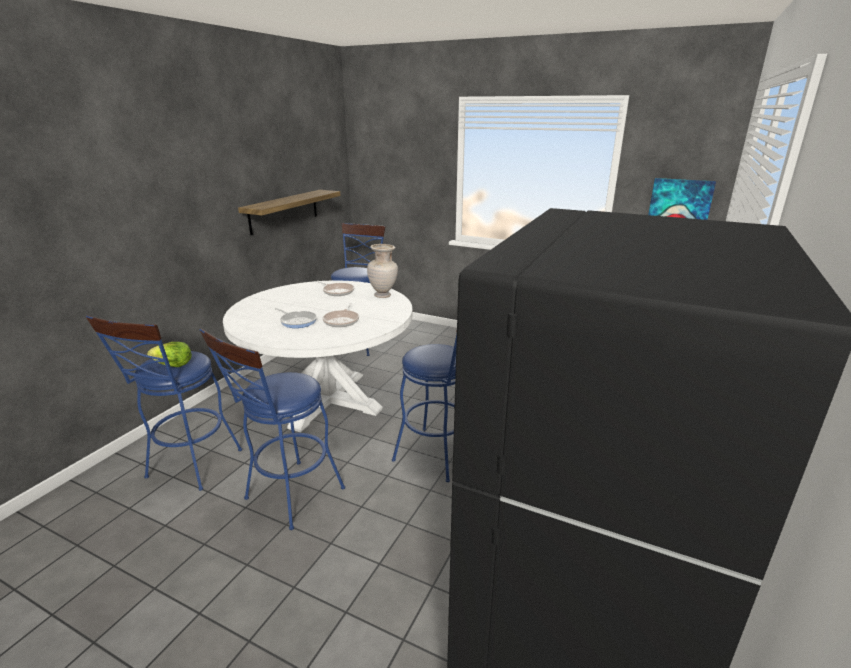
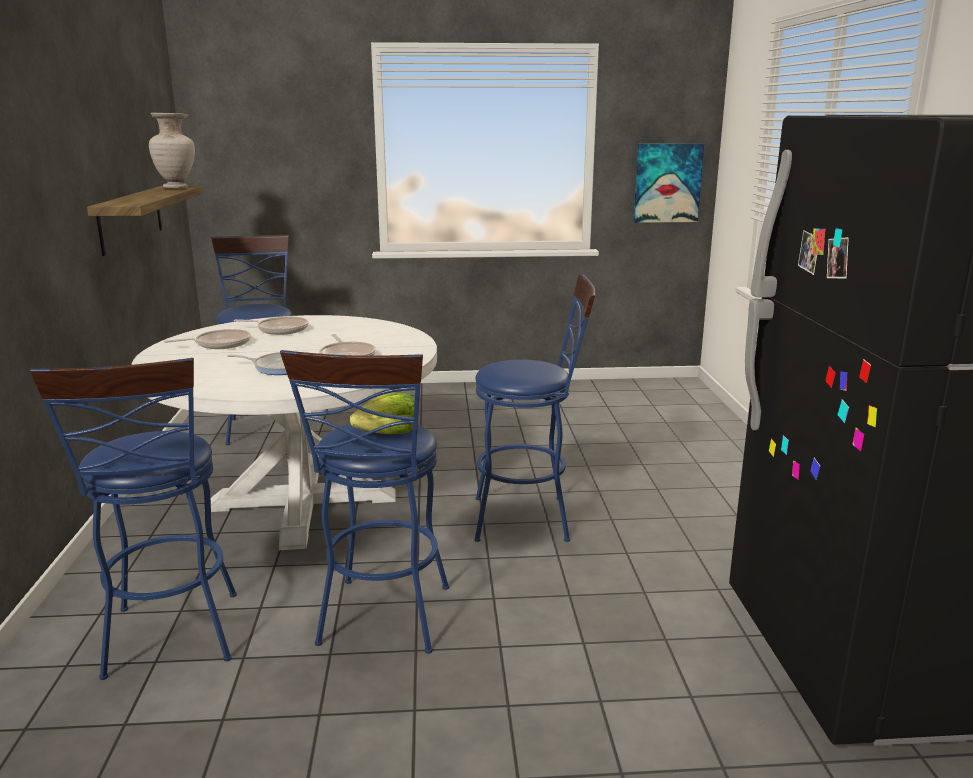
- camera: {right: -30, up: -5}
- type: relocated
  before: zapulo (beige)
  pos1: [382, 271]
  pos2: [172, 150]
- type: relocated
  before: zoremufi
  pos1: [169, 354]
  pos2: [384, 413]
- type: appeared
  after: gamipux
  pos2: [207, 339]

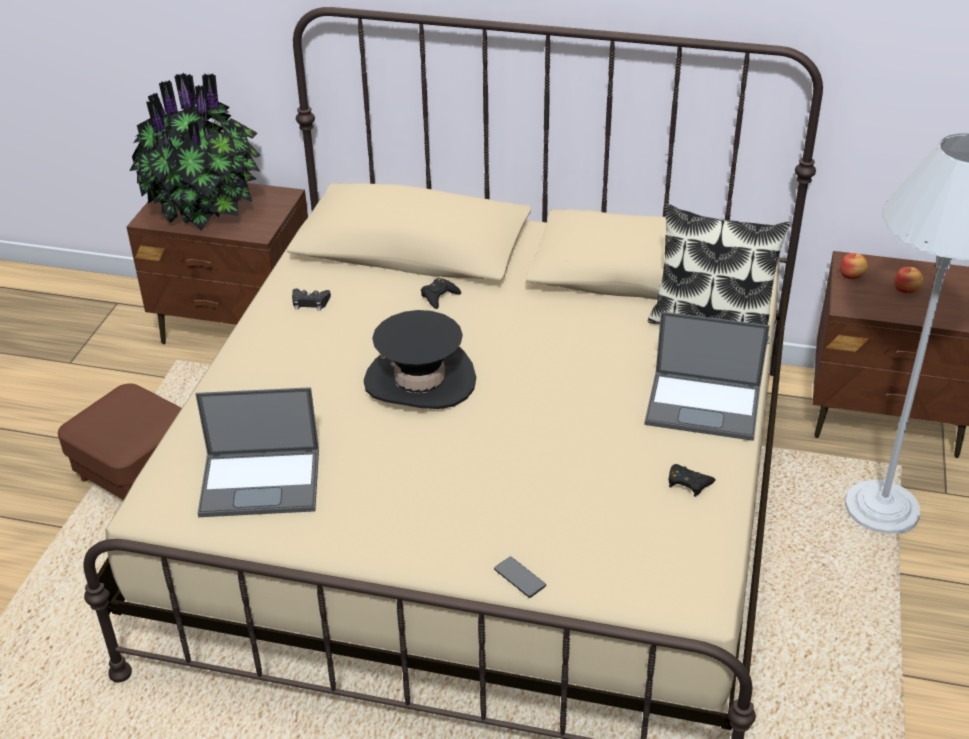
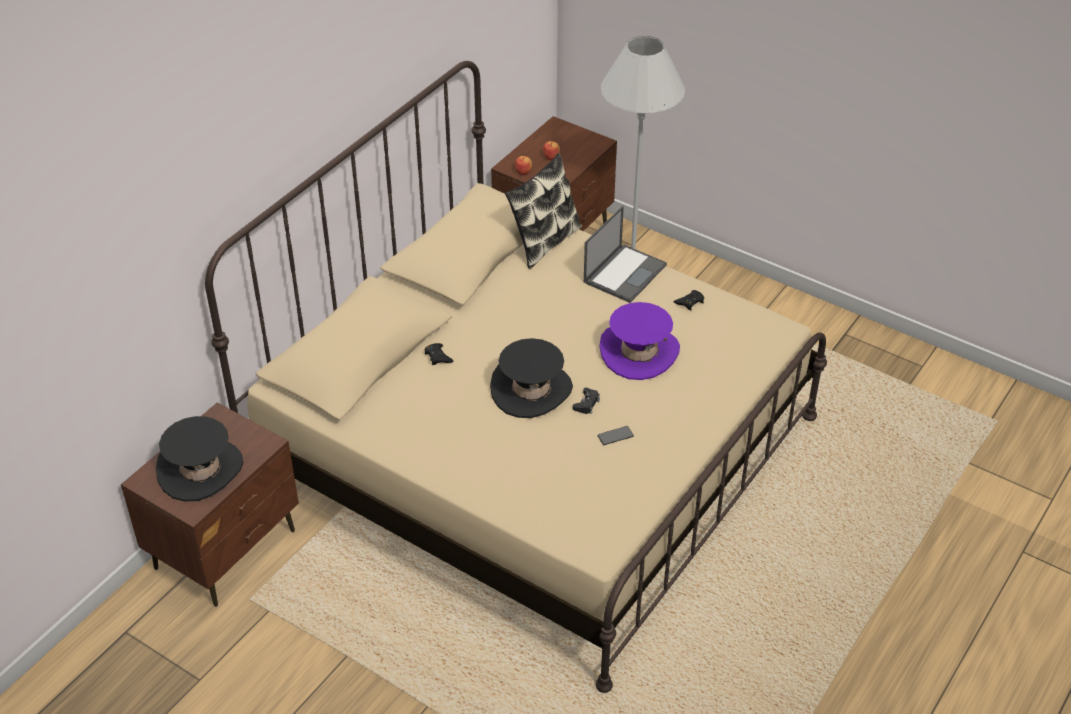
- camera: {right: -70, up: 5}
- type: exchanged
  before: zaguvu
  after: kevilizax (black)
  pos1: [195, 151]
  pos2: [200, 459]
- type: relocated
  before: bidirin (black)
  pos1: [311, 299]
  pos2: [586, 401]
- type: missing
  before: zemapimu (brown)
  pos1: [120, 441]
- type: missing
  before: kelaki
  pos1: [257, 452]
- type: relocated
  before: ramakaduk
  pos1: [520, 577]
  pos2: [616, 435]
- type: appeared
  after: kevilizax (purple)
  pos2: [639, 341]

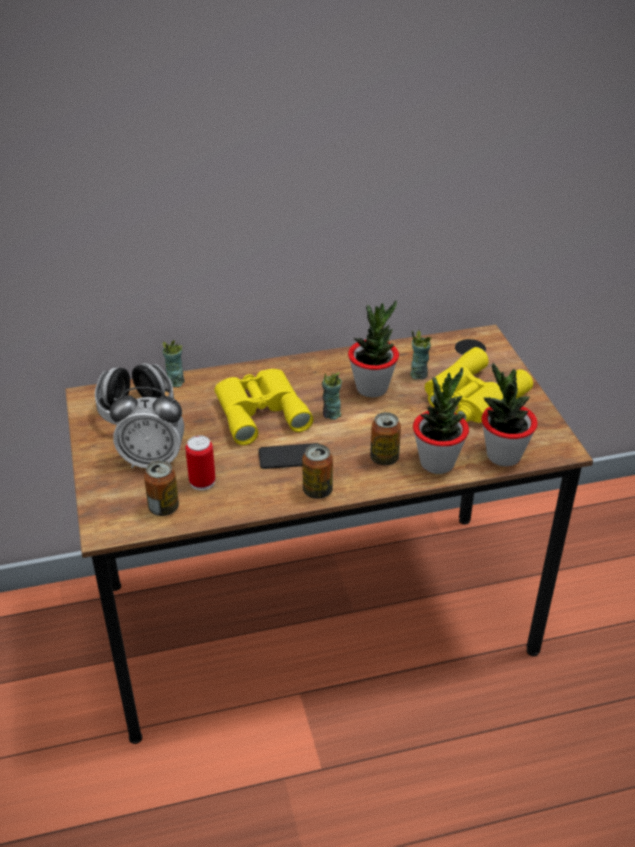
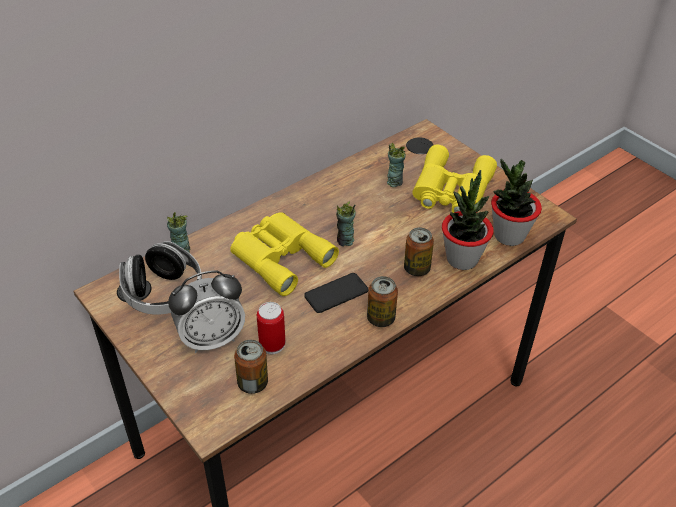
- camera: {right: -25, up: 5}
- type: missing
  before: zaguvu
  pos1: [373, 349]

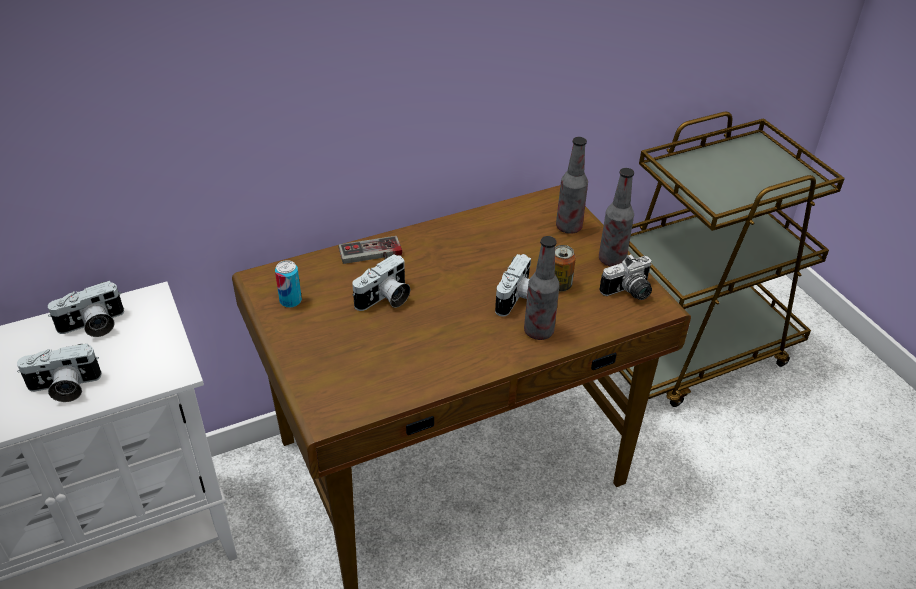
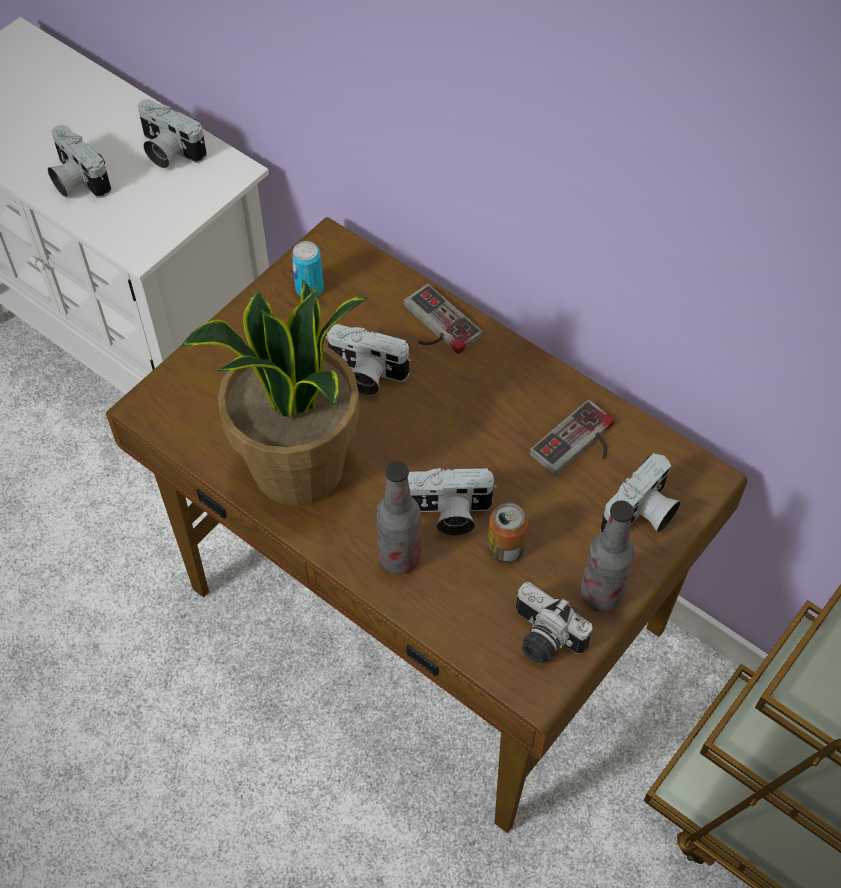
- camera: {right: 65, up: 15}
- type: exchanged
  before: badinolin
  after: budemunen
  pos1: [572, 185]
  pos2: [640, 493]
- type: appeared
  after: zaguvu
  pos2: [275, 393]
- type: appeared
  after: bidirin
  pos2: [571, 437]

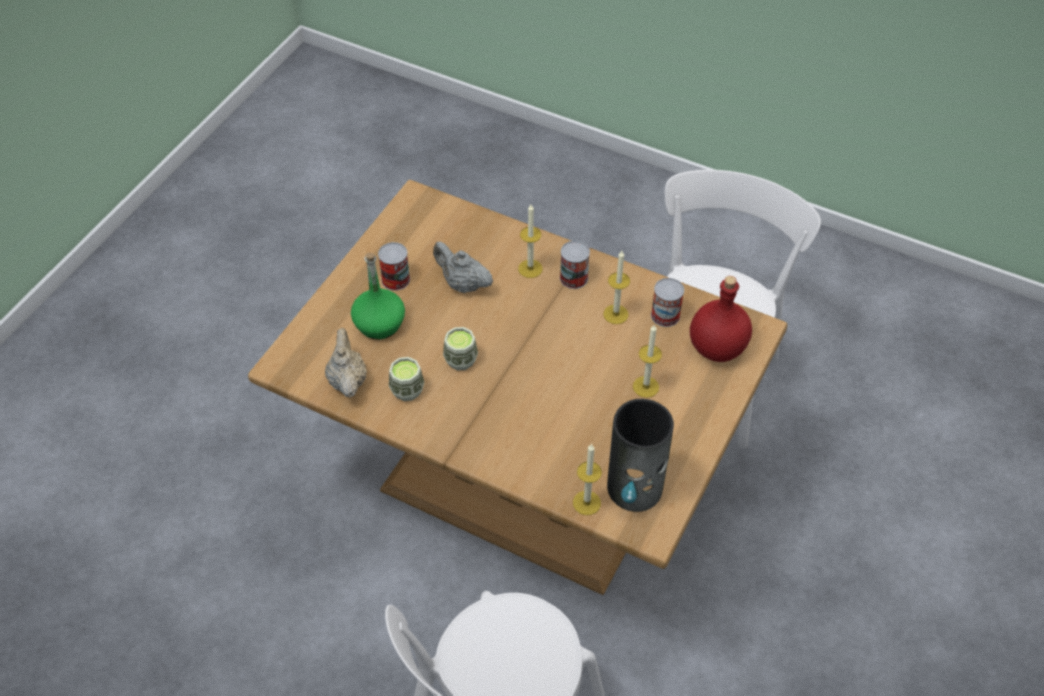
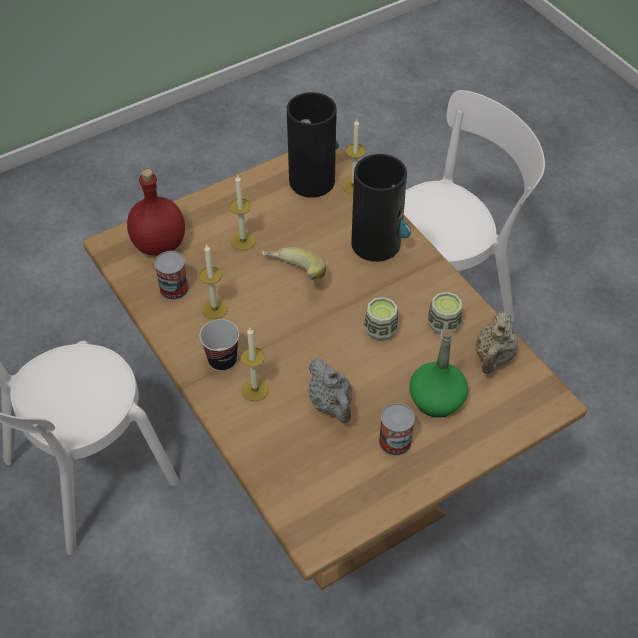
- camera: {right: -150, up: 0}
- type: exchanged
  before: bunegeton
  after: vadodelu
  pos1: [575, 265]
  pos2: [219, 345]
- type: appeared
  after: zapulo
  pos2: [381, 208]
- type: appeared
  after: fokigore
  pos2: [293, 263]

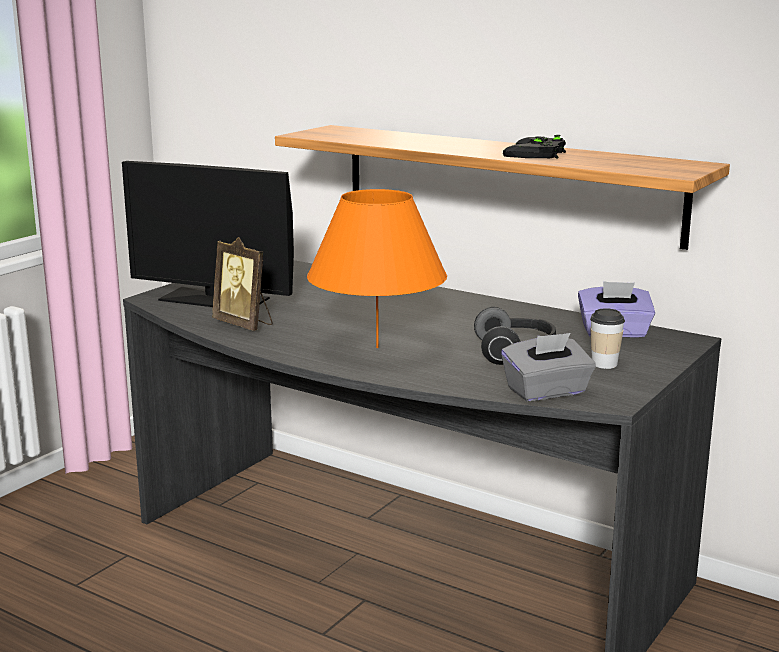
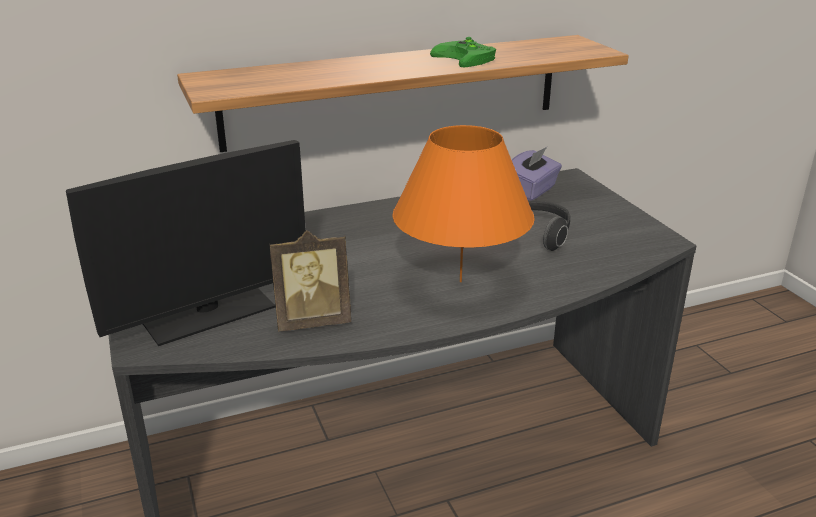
- camera: {right: -55, up: 10}
- type: colour
  before: bidirin (black)
  after: bidirin (green)
  pos1: [534, 147]
  pos2: [463, 52]
- type: missing
  before: vadodelu
  pos1: [607, 338]
- type: missing
  before: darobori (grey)
  pos1: [548, 367]

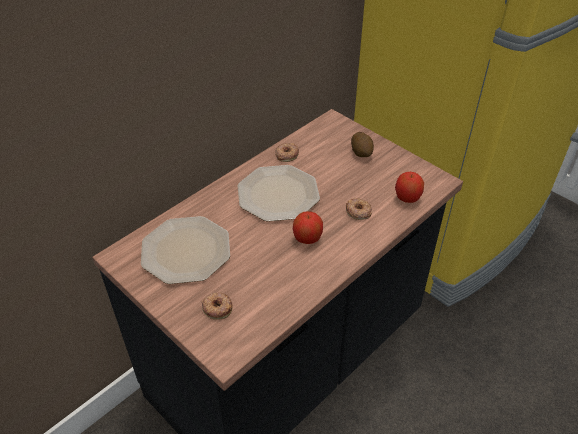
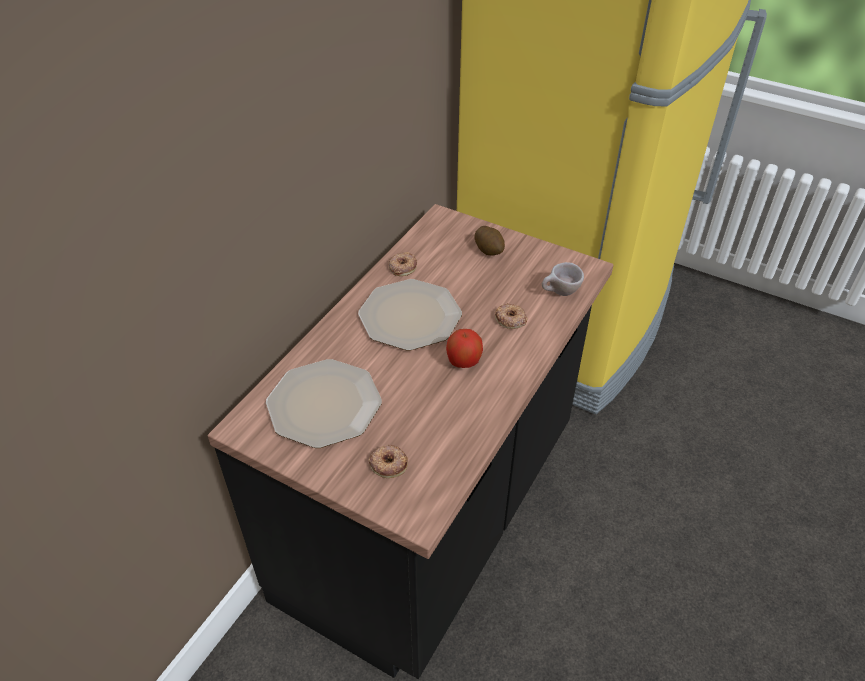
- camera: {right: -15, up: 0}
- type: exchanged
  before: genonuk
  after: vadodelu (beige)
  pos1: [409, 187]
  pos2: [563, 279]

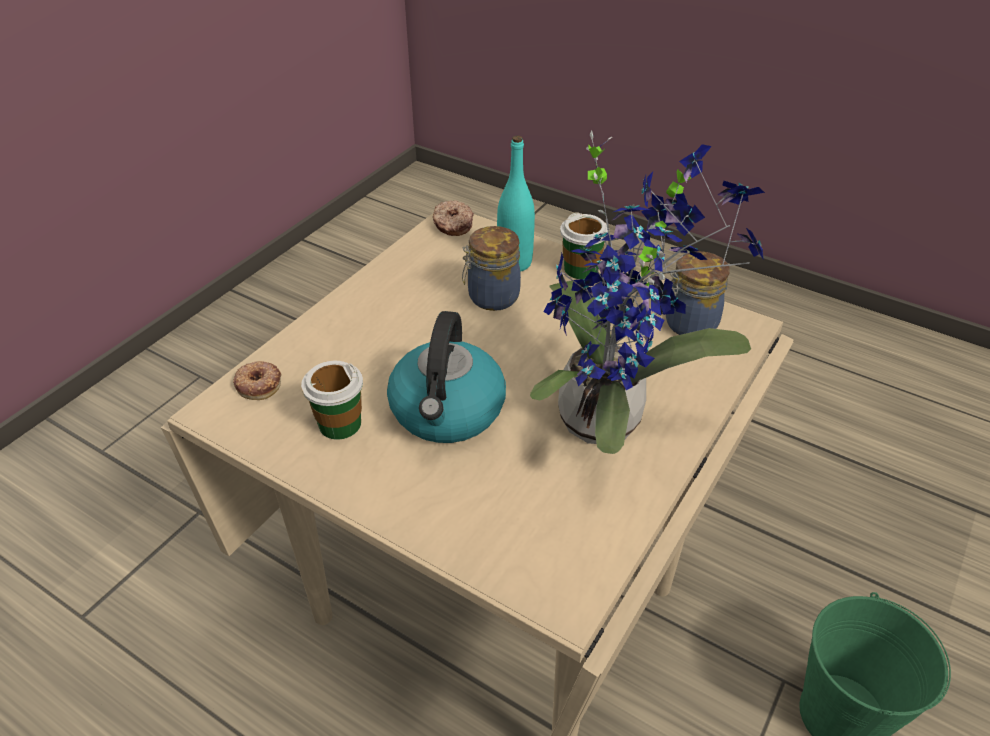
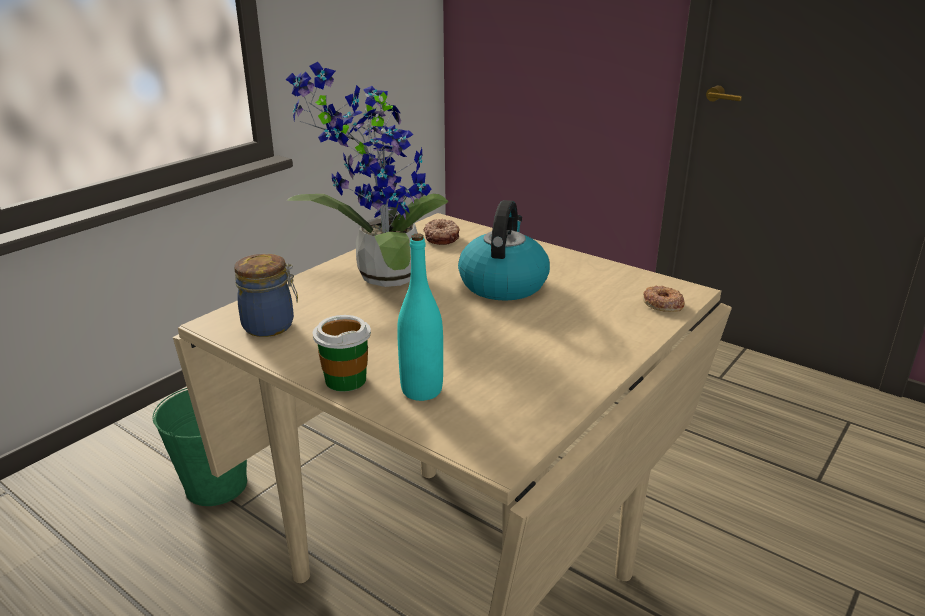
- camera: {right: -175, up: -15}
- type: relocated
  before: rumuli
  pos1: [453, 218]
  pos2: [441, 232]
- type: missing
  before: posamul
  pos1: [491, 268]
- type: missing
  before: vadodelu
  pos1: [332, 400]

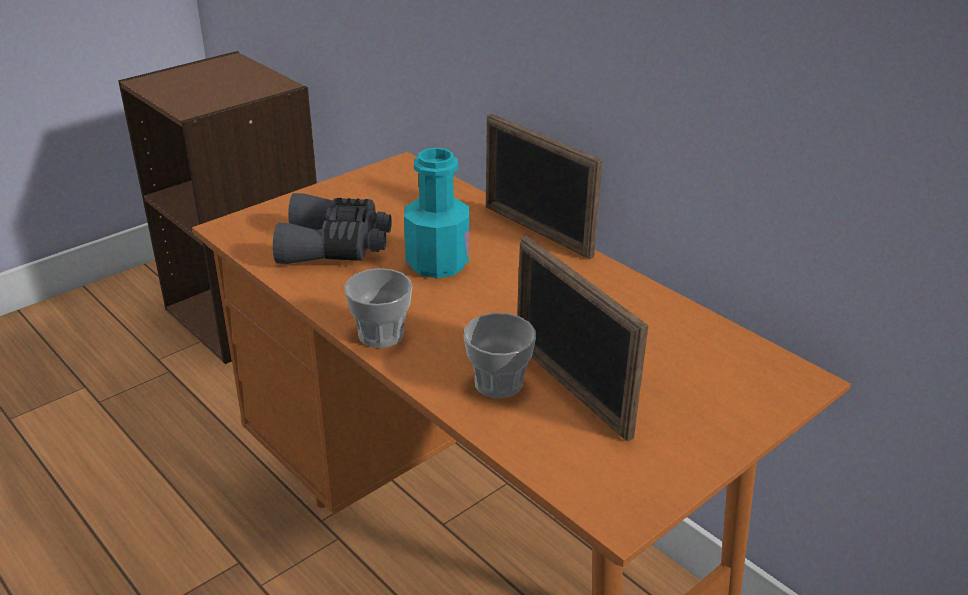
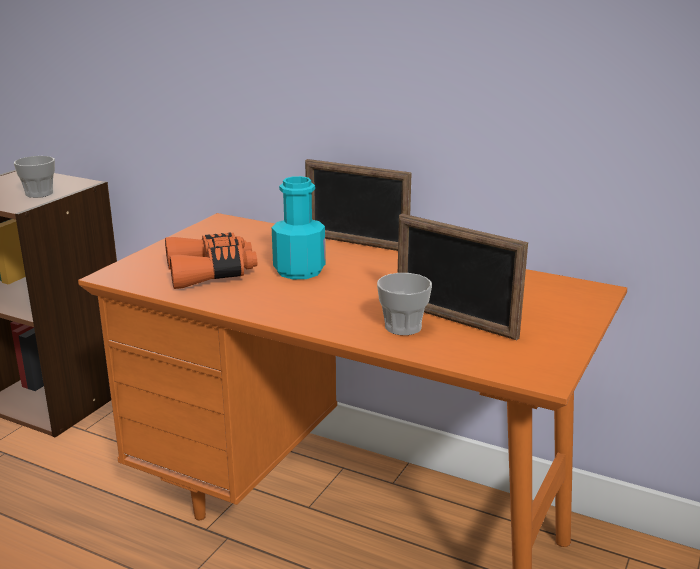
- camera: {right: -20, up: -10}
- type: colour
  before: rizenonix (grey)
  after: rizenonix (orange)
  pos1: [332, 228]
  pos2: [211, 260]
- type: relocated
  before: vadodelu
  pos1: [378, 308]
  pos2: [34, 177]

